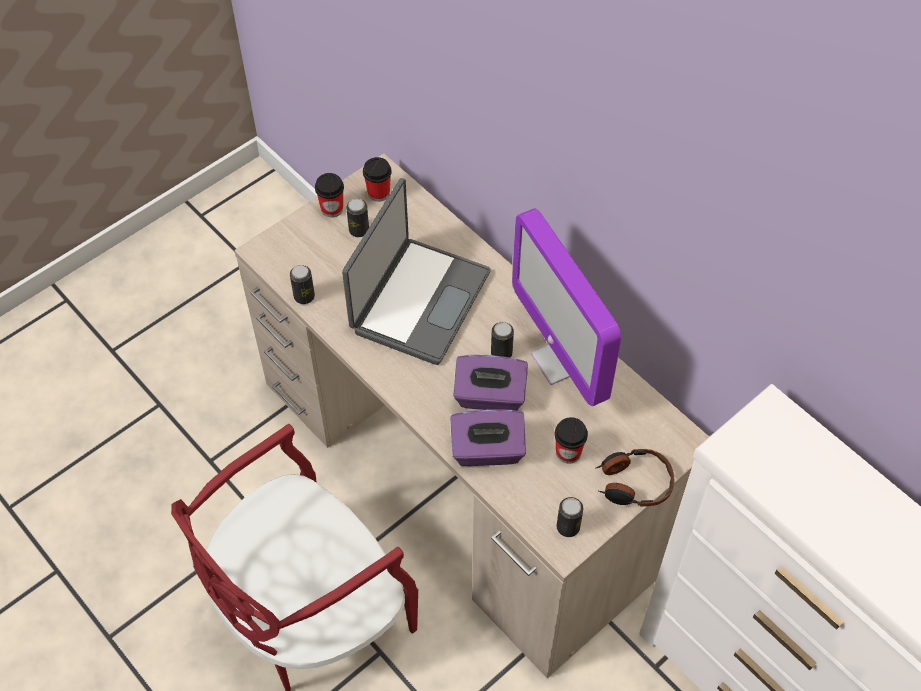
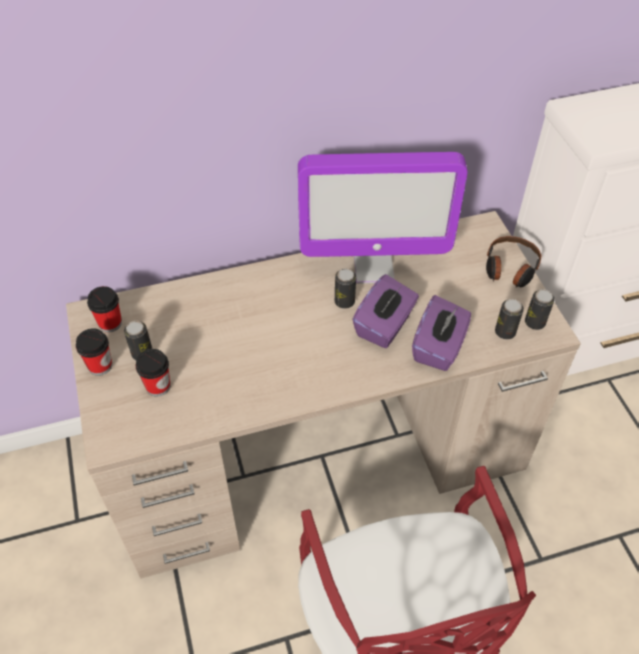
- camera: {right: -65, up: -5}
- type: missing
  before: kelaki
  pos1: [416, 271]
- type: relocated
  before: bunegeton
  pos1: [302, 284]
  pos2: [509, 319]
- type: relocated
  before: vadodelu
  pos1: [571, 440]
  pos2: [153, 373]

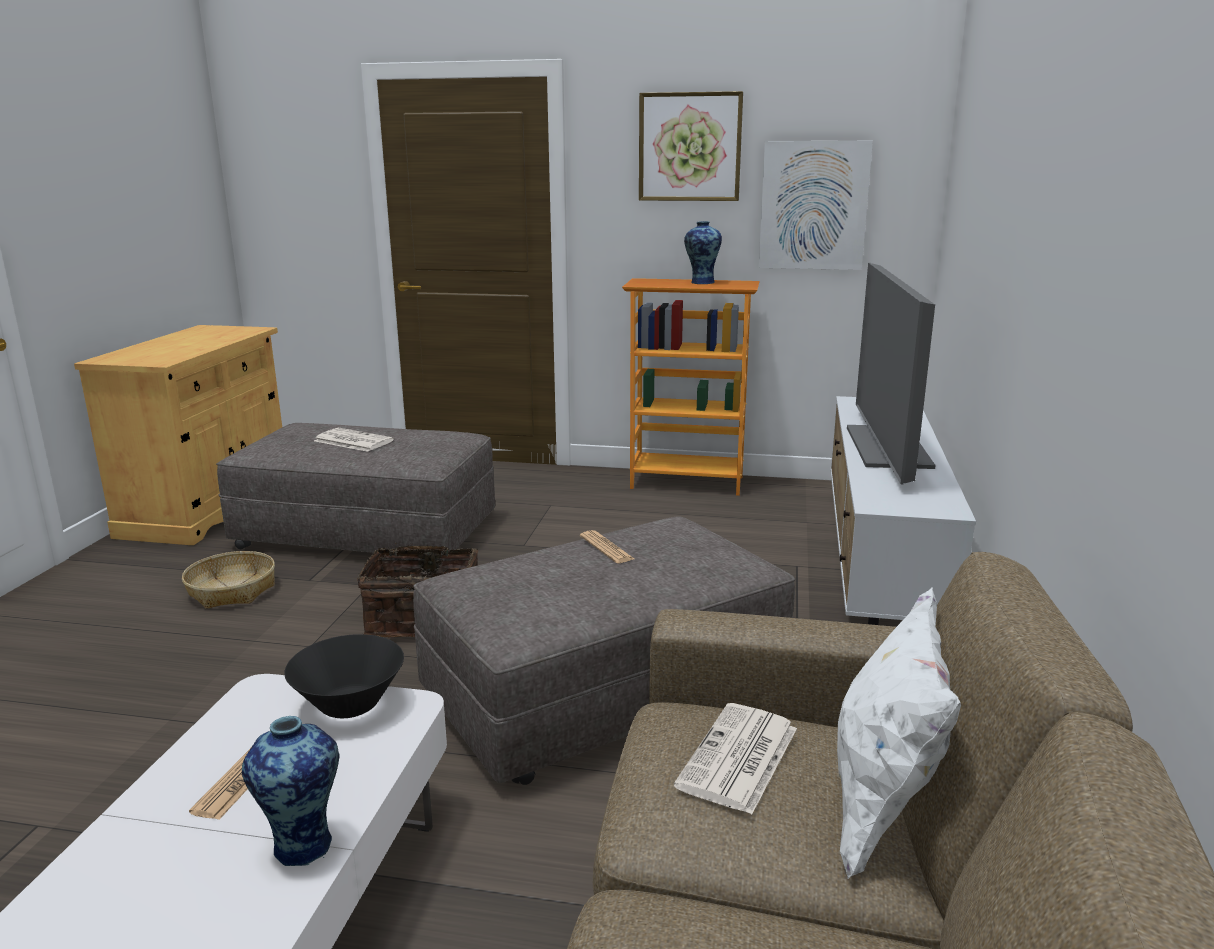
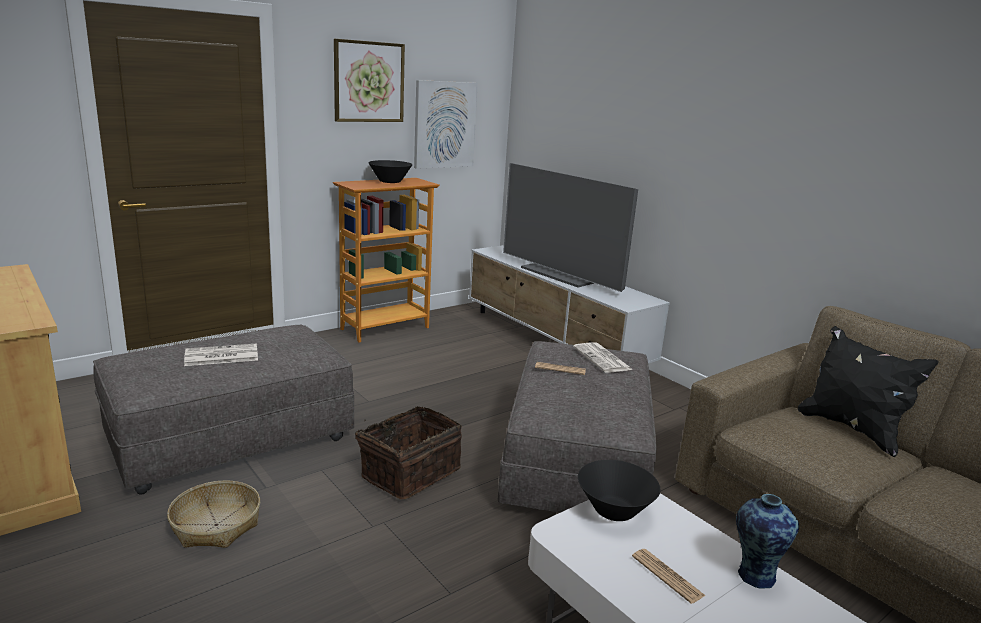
- camera: {right: -50, up: 0}
- type: exchanged
  before: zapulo
  after: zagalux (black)
  pos1: [703, 252]
  pos2: [390, 171]
- type: colour
  before: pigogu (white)
  after: pigogu (black)
  pos1: [899, 733]
  pos2: [868, 391]
- type: relocated
  before: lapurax
  pos1: [735, 759]
  pos2: [603, 357]

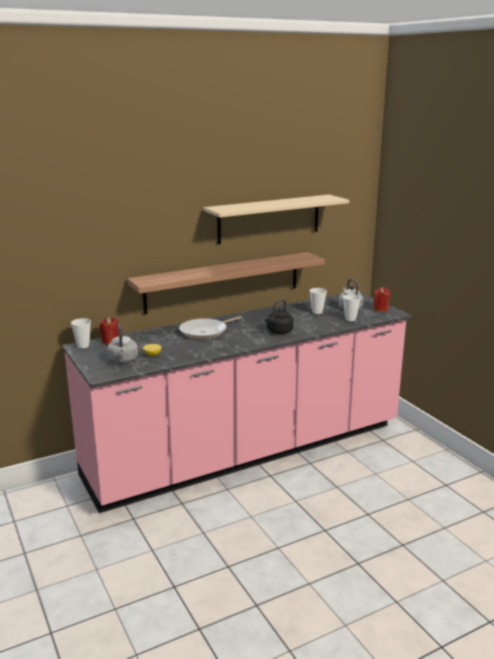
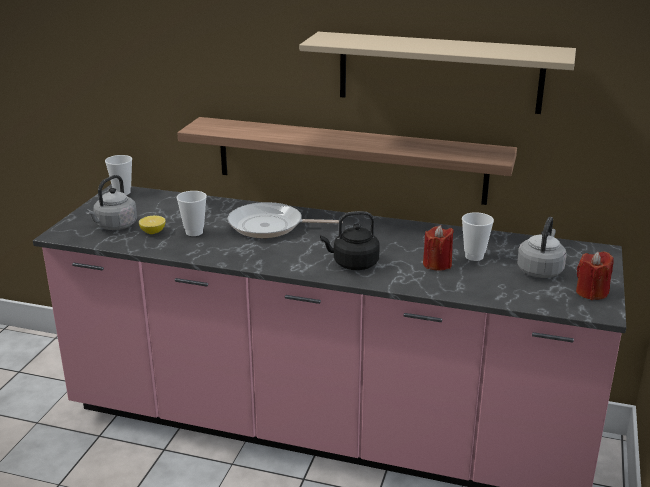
- camera: {right: 45, up: 5}
- type: relocated
  before: vadodelu
  pos1: [352, 307]
  pos2: [192, 213]
- type: relocated
  before: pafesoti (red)
  pos1: [108, 330]
  pos2: [438, 248]

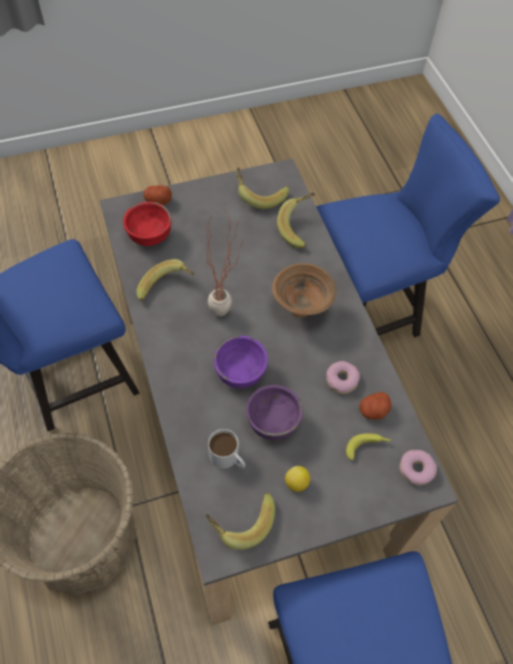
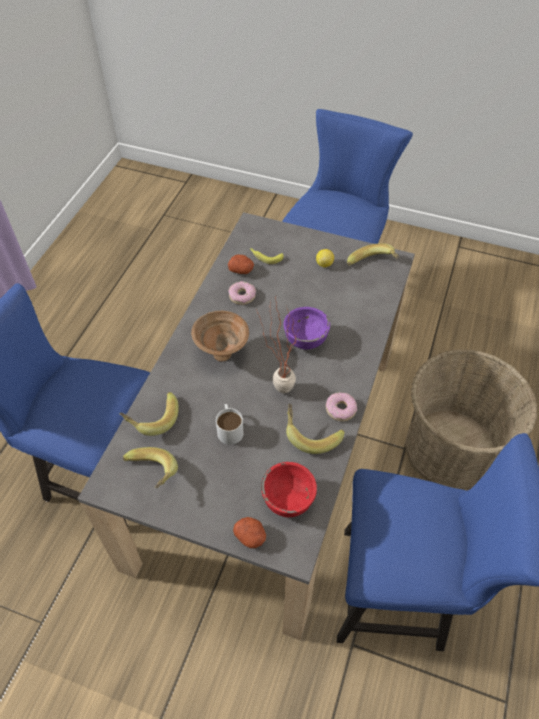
- camera: {right: -140, up: -5}
- type: missing
  before: zagalux (purple)
  pos1: [274, 412]
- type: relocated
  before: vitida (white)
  pos1: [226, 449]
  pos2: [230, 424]
- type: relocated
  before: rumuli
  pos1: [418, 467]
  pos2: [341, 406]

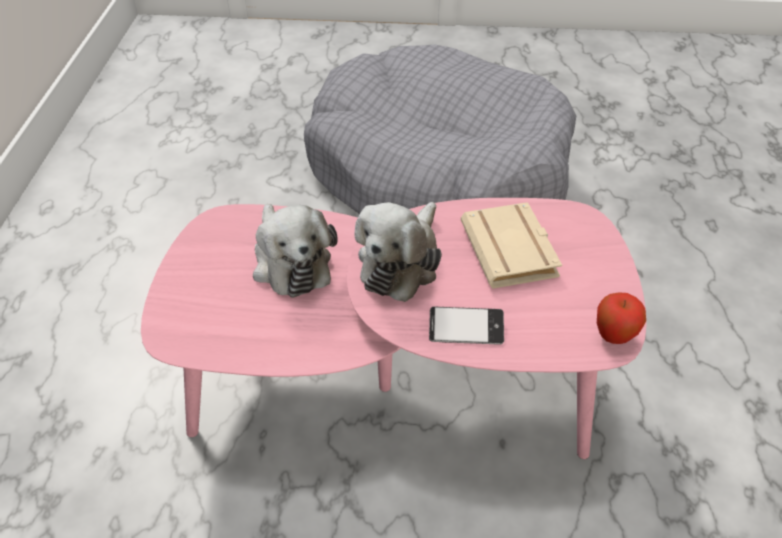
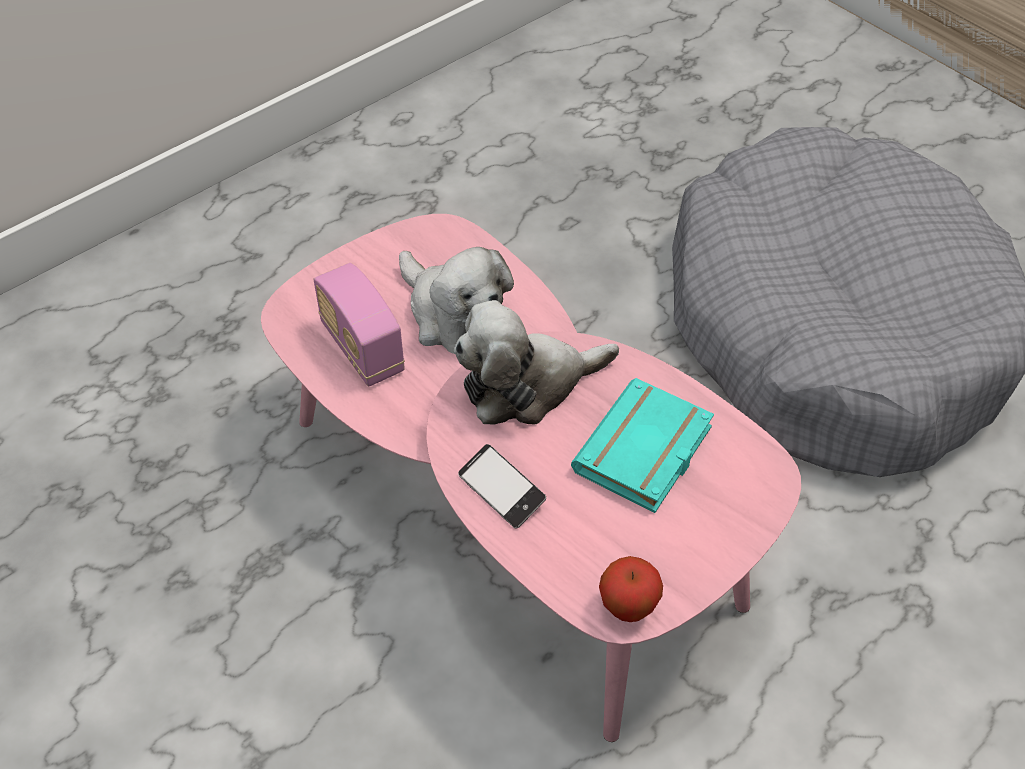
- camera: {right: 45, up: 5}
- type: colour
  before: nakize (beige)
  after: nakize (turquoise)
  pos1: [511, 245]
  pos2: [642, 445]
- type: spun
  before: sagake
  pos1: [295, 251]
  pos2: [456, 300]
  turn: -60
- type: appeared
  after: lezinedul
  pos2: [359, 324]

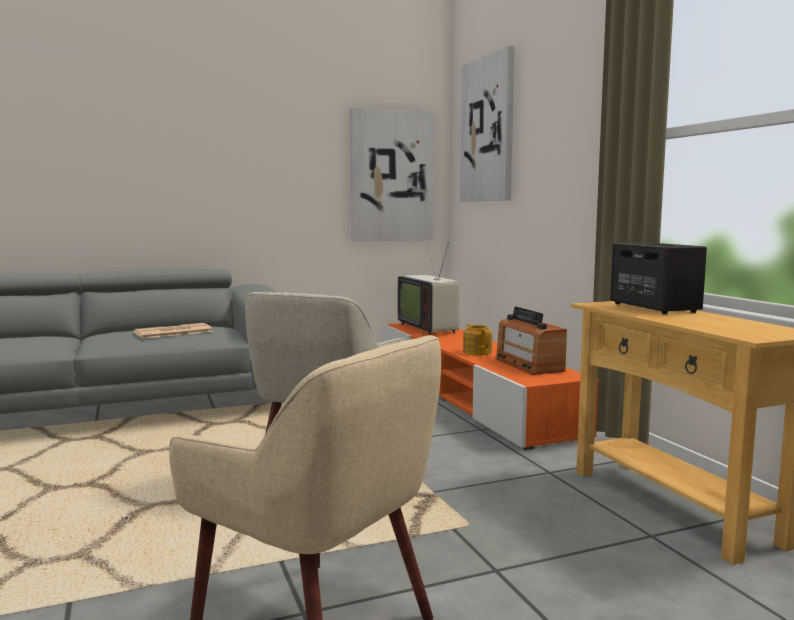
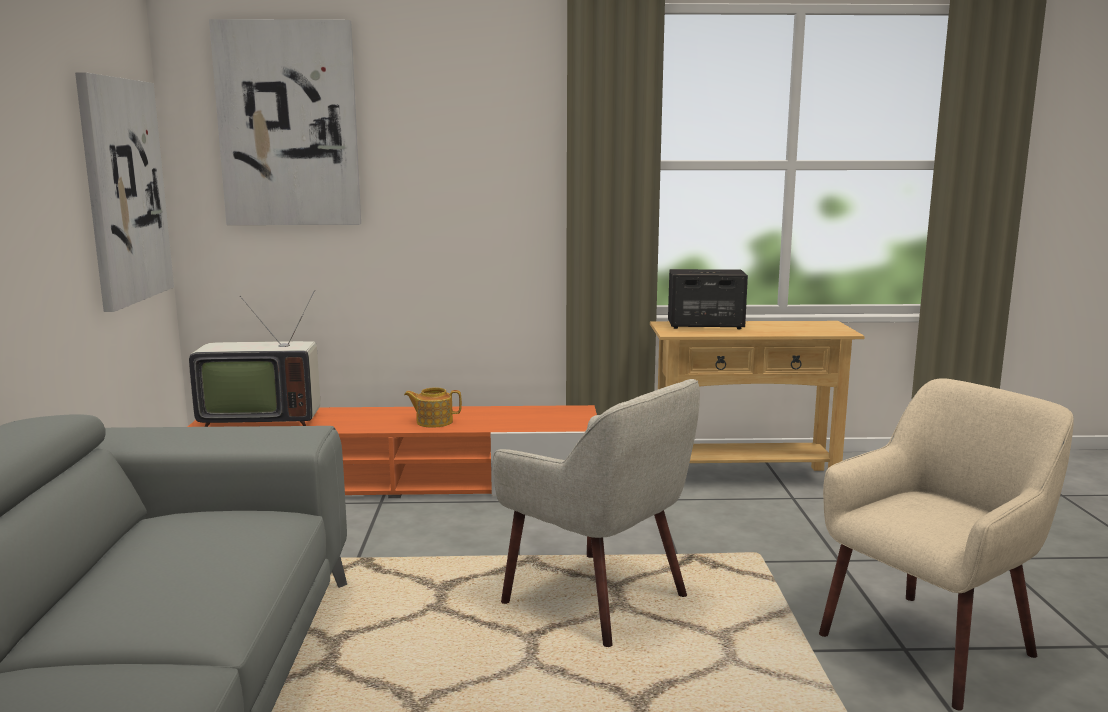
- camera: {right: -70, up: 5}
- type: missing
  before: lezinedul
  pos1: [531, 340]
- type: missing
  before: lapurax
  pos1: [173, 331]

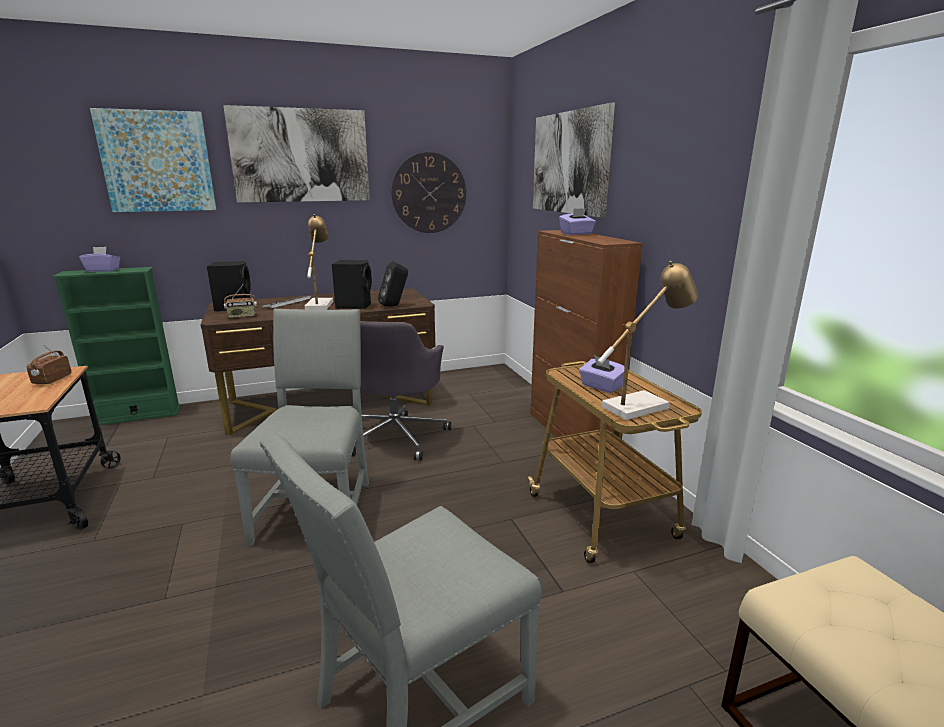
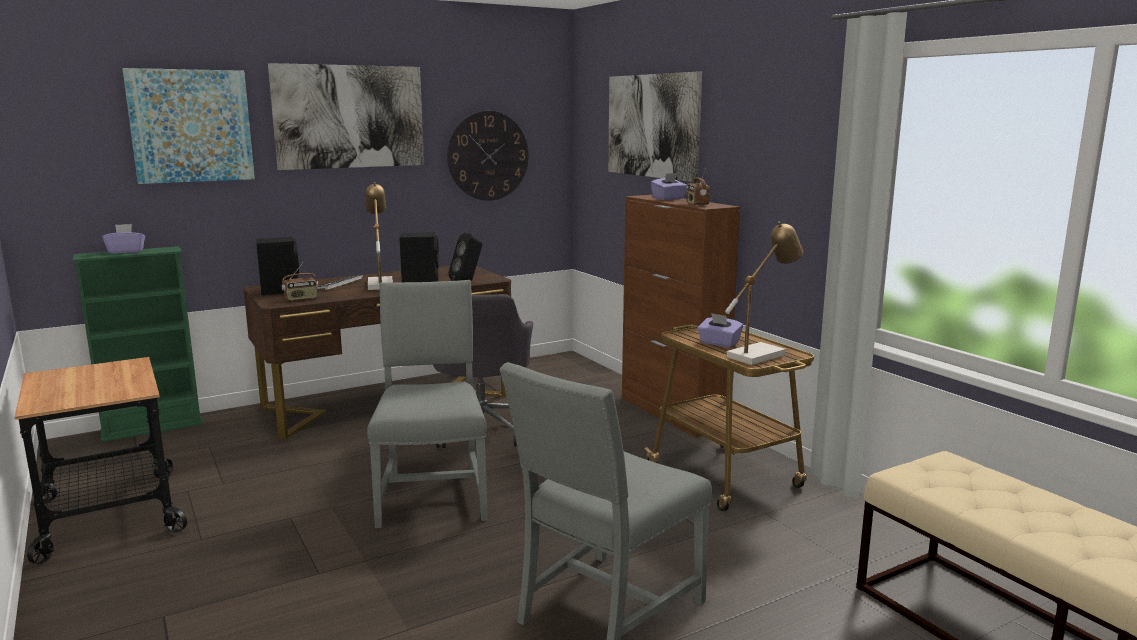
- camera: {right: -10, up: -5}
- type: relocated
  before: lezinedul
  pos1: [49, 365]
  pos2: [698, 187]

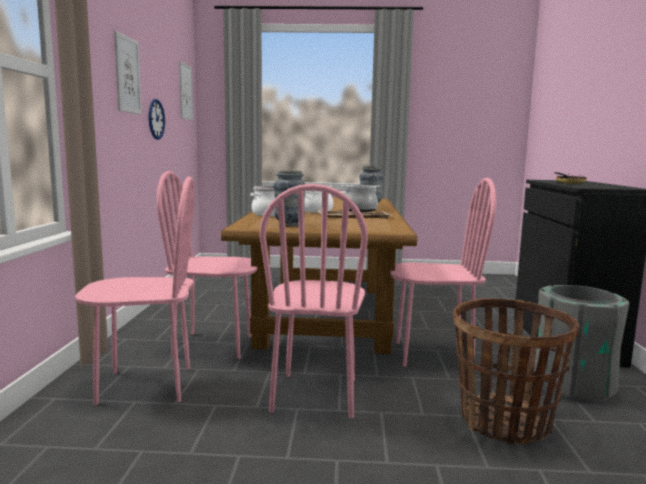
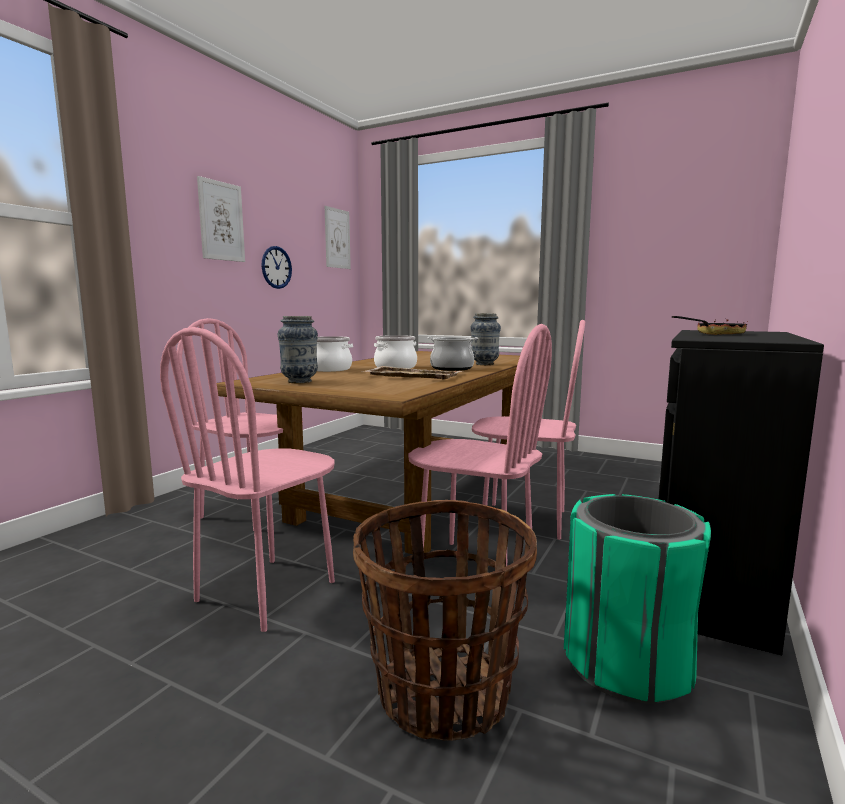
- camera: {right: 25, up: 0}
- type: relocated
  before: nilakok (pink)
  pos1: [134, 291]
  pos2: [528, 430]
- type: colour
  before: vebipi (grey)
  after: vebipi (green)
  pos1: [581, 344]
  pos2: [637, 598]

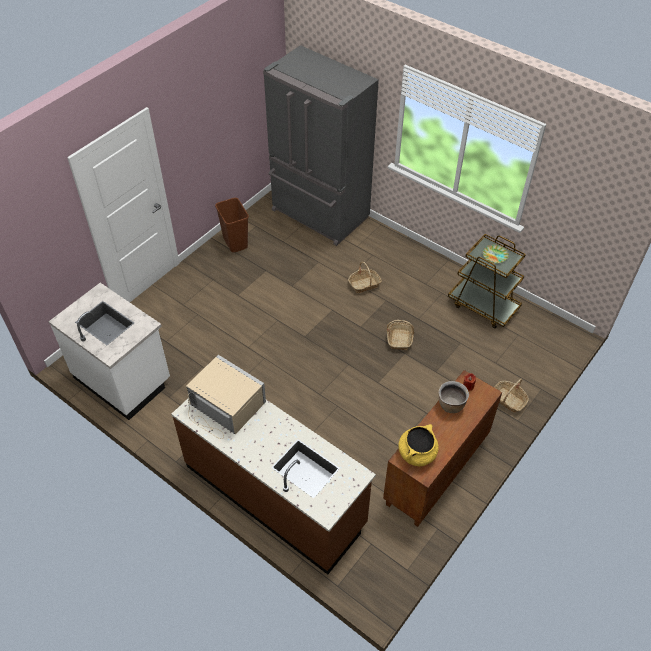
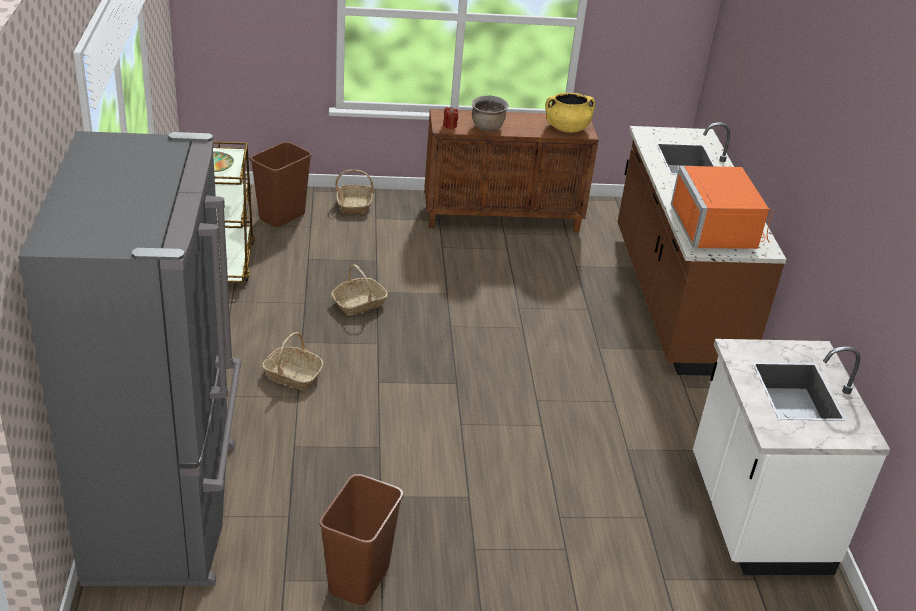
- camera: {right: -135, up: -15}
- type: colour
  before: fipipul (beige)
  after: fipipul (orange)
  pos1: [226, 397]
  pos2: [721, 207]
- type: appeared
  after: vebipi (brown)
  pos2: [281, 184]

